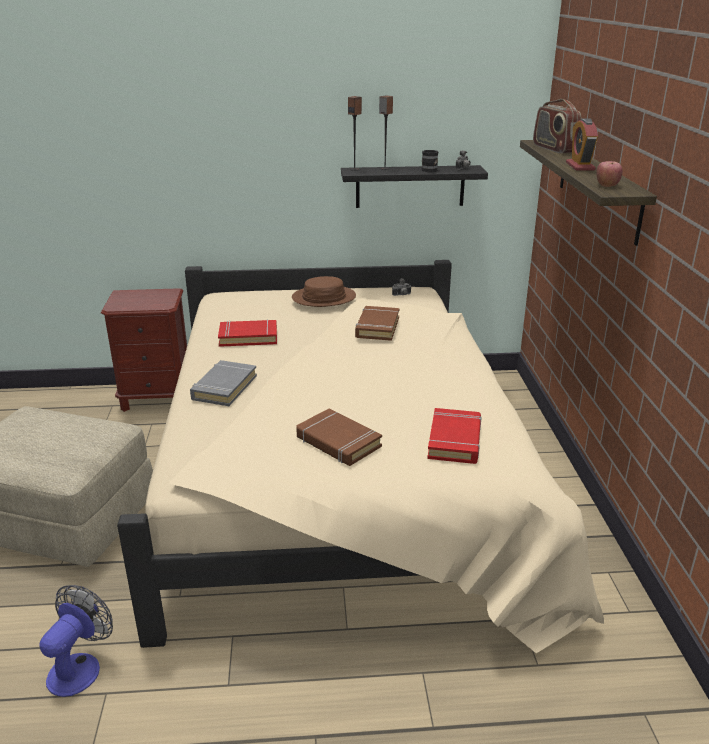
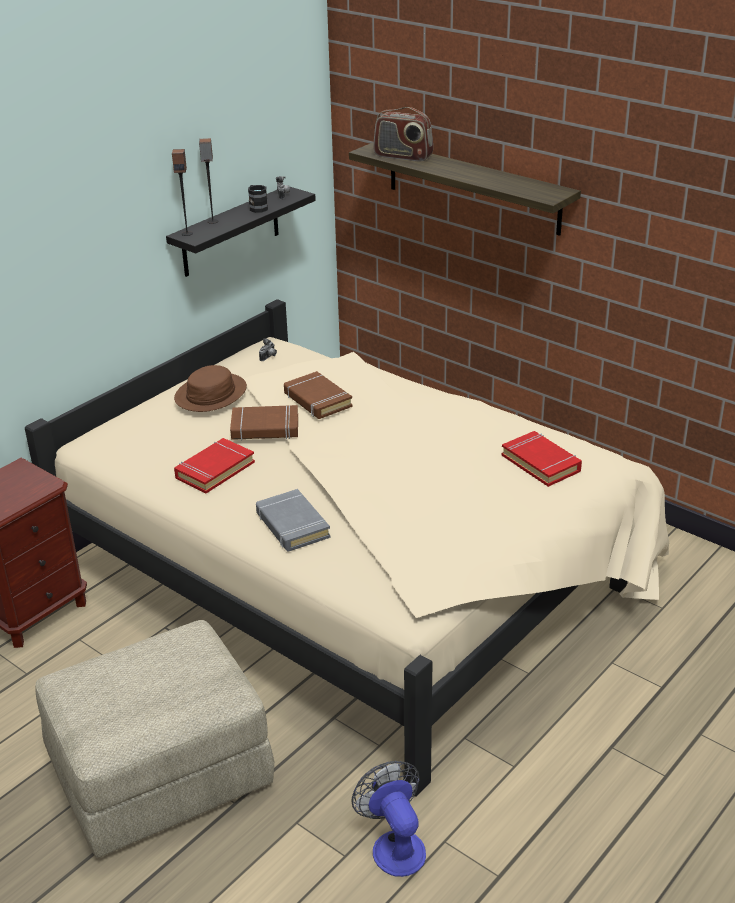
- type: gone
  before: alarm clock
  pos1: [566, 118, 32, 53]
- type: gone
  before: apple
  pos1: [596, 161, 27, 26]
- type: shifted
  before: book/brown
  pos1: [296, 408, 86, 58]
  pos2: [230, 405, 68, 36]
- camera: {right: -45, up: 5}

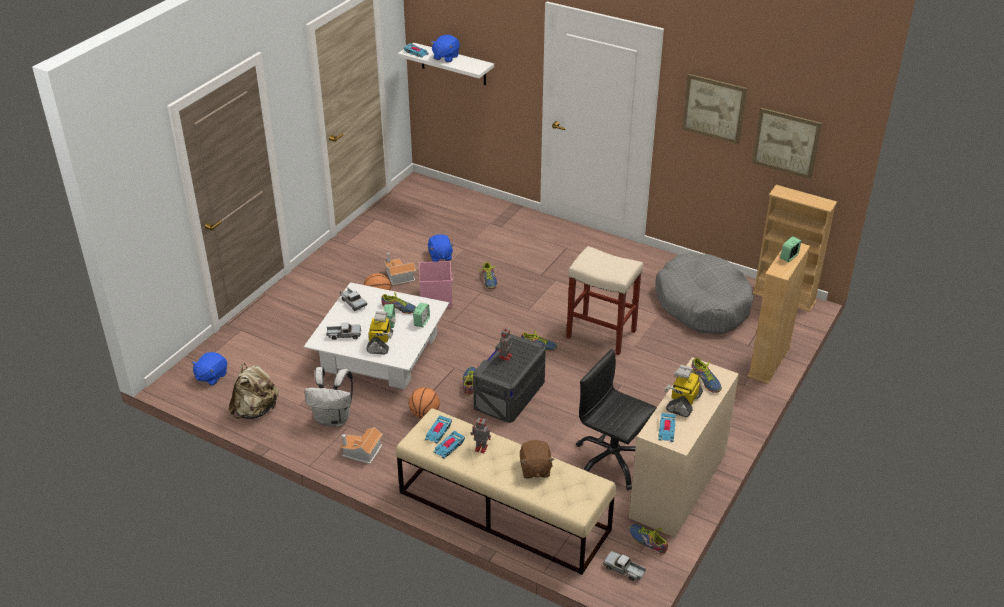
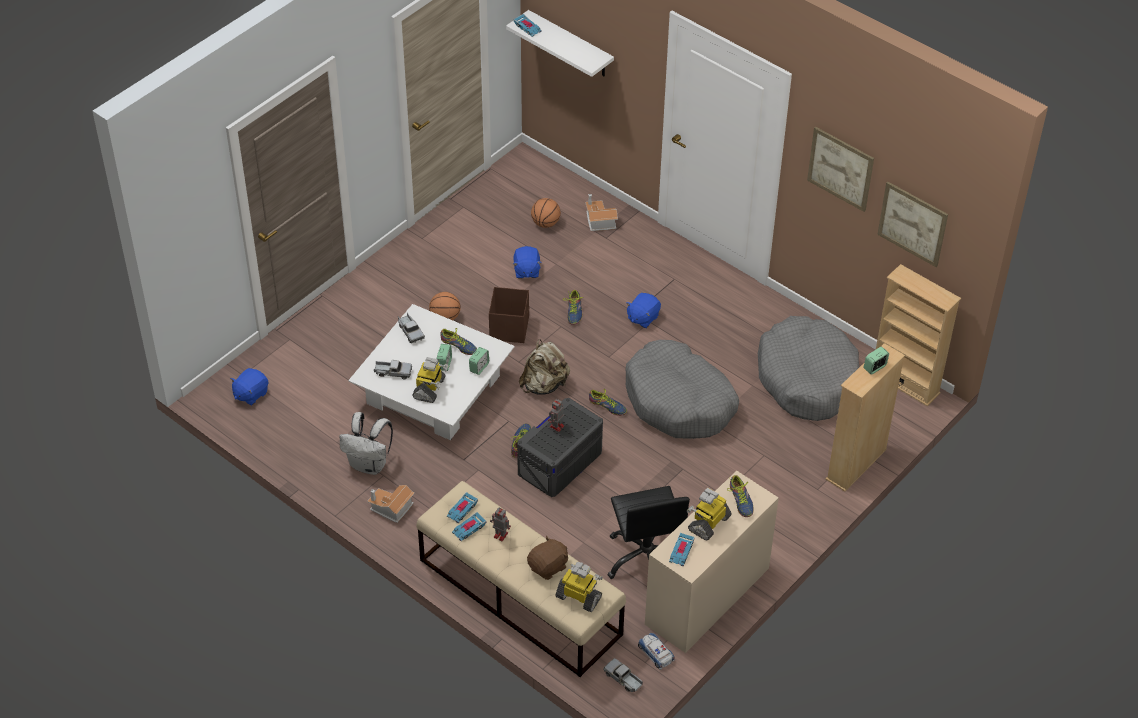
- type: new
  after: toy robot
  pos2: [555, 562, 48, 50]
- type: shifted
  before: backpack/beige
  pos1: [229, 363, 50, 56]
  pos2: [519, 339, 51, 56]
- type: shifted
  before: toy house
  pos1: [384, 253, 32, 32]
  pos2: [585, 194, 33, 37]
- type: shifted
  before: basketball
  pos1: [409, 387, 31, 31]
  pos2: [531, 198, 30, 30]
- type: shifted
  before: plush toy/blue
  pos1: [431, 35, 29, 28]
  pos2: [626, 293, 35, 35]
- type: swapped
  before: stool/beige
  after: dog bed/grey
  pos1: [566, 246, 77, 109]
  pos2: [626, 340, 113, 99]
- type: swapped
  before: shoe
  after: toy car
  pos1: [629, 524, 39, 30]
  pos2: [638, 633, 37, 37]
- type: repainted
  before: storage box/pink
  after: storage box/brown
  pos1: [419, 261, 34, 47]
  pos2: [489, 287, 41, 56]
- type: rotated
  before: plush toy/brown
  pos1: [520, 440, 35, 39]
  pos2: [527, 536, 41, 44]
  turn: -135
- type: rotated
  before: office chair/black
  pos1: [576, 349, 81, 141]
  pos2: [607, 486, 83, 93]
  turn: -150
- camera: {right: 10, up: 10}

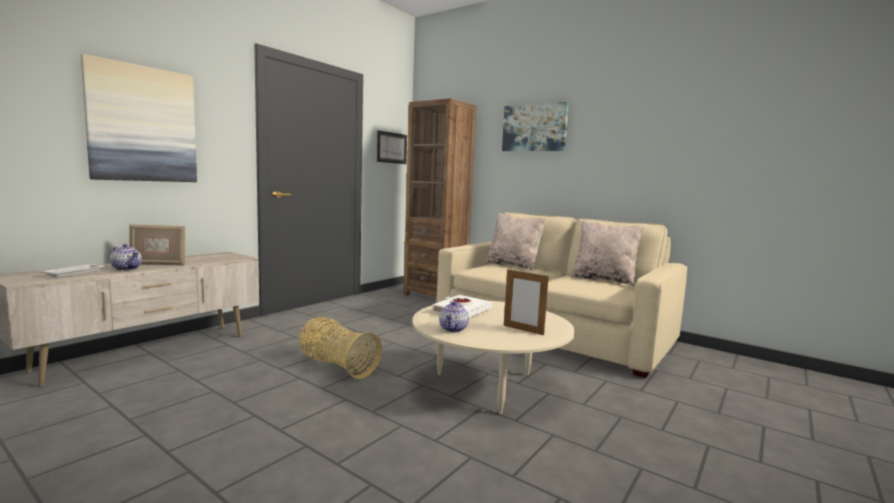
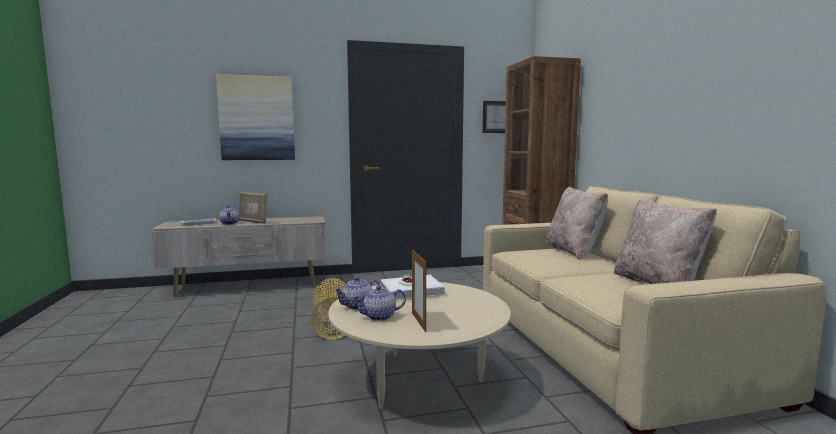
- type: gone
  before: picture
  pos1: [502, 102, 67, 49]
- type: new
  after: teapot
  pos2: [352, 286, 54, 35]
- camera: {right: 40, up: 0}

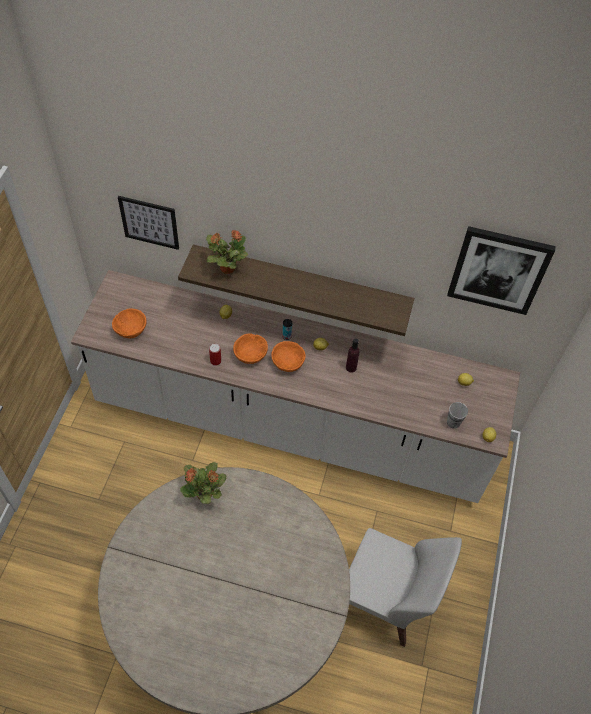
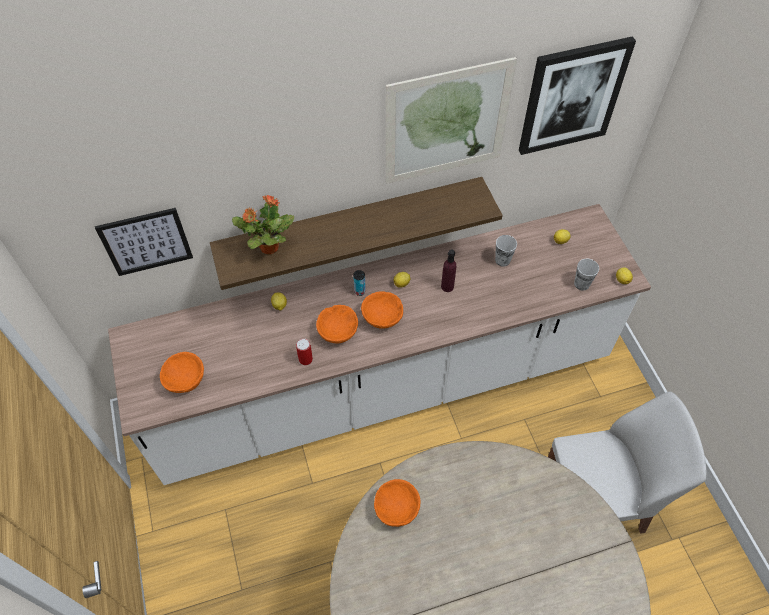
- type: new
  after: picture
  pos2: [386, 57, 131, 127]
- type: new
  after: cup
  pos2: [495, 235, 22, 32]
- type: swapped
  before: potted plant
  after: bowl/orange
  pos1: [180, 462, 47, 42]
  pos2: [374, 479, 47, 48]
- camera: {right: -30, up: 0}

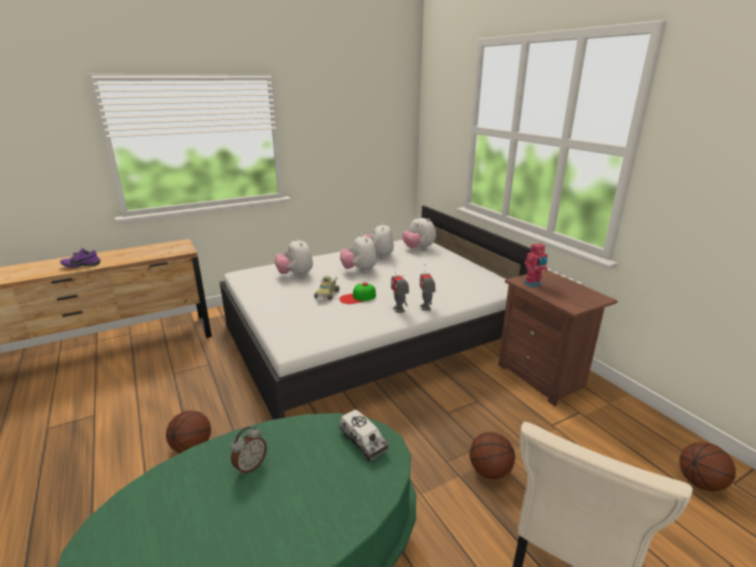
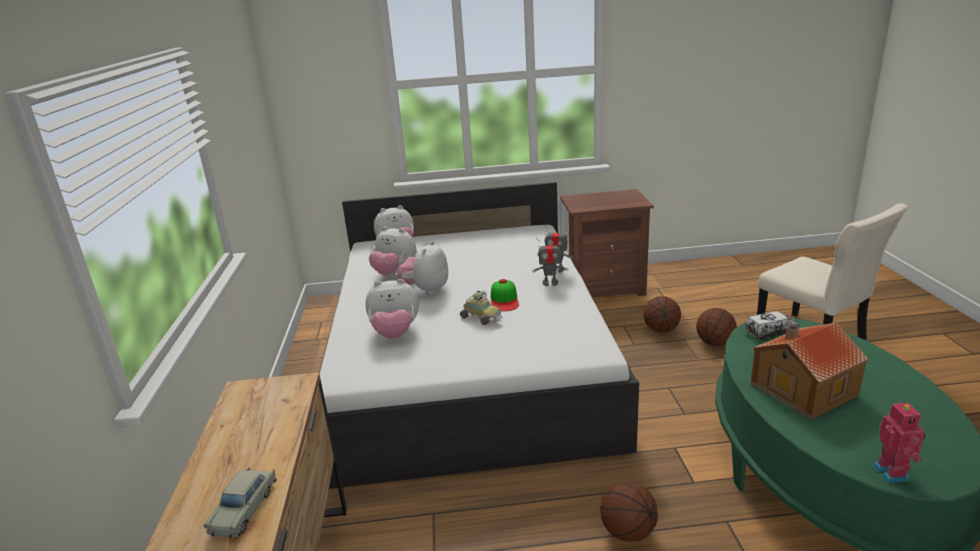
- type: shifted
  before: toy robot
  pos1: [523, 243, 25, 44]
  pos2: [873, 400, 52, 83]
- type: shifted
  before: basketball
  pos1: [679, 442, 57, 49]
  pos2: [643, 296, 38, 37]
- type: swapped
  before: shoe/purple
  after: toy car/beige
  pos1: [60, 248, 40, 20]
  pos2: [204, 467, 73, 71]
- type: swapped
  before: alarm clock
  after: toy house
  pos1: [231, 427, 36, 48]
  pos2: [751, 323, 118, 97]
- type: rotated
  before: plush toy
  pos1: [340, 234, 37, 38]
  pos2: [397, 241, 51, 54]
  turn: 105
- camera: {right: -65, up: 0}

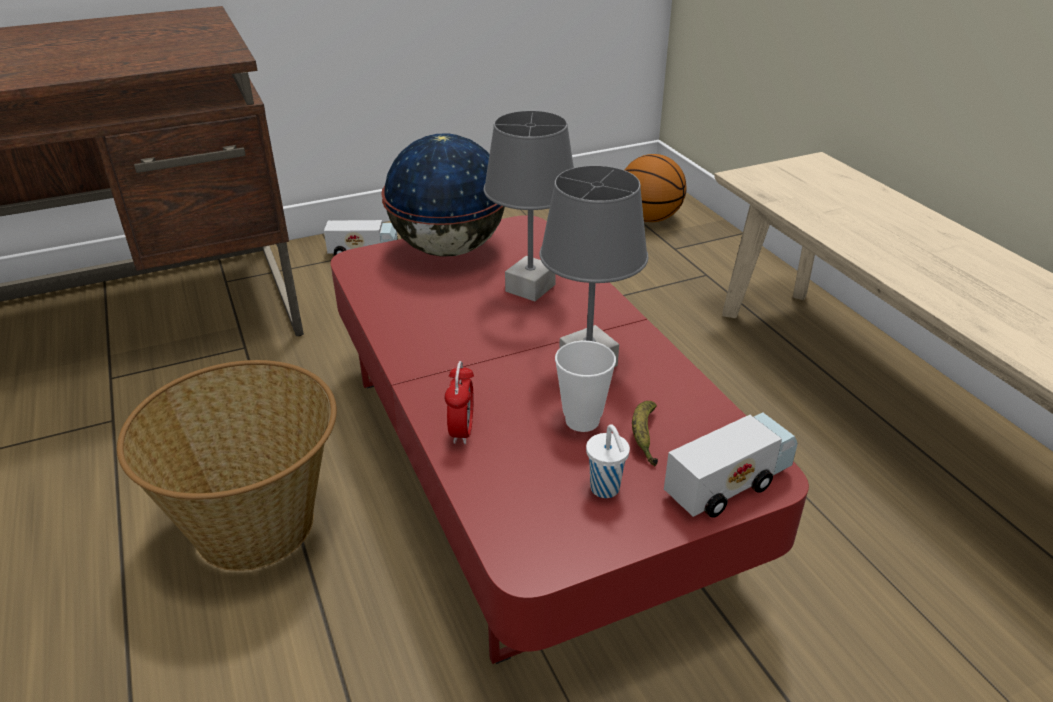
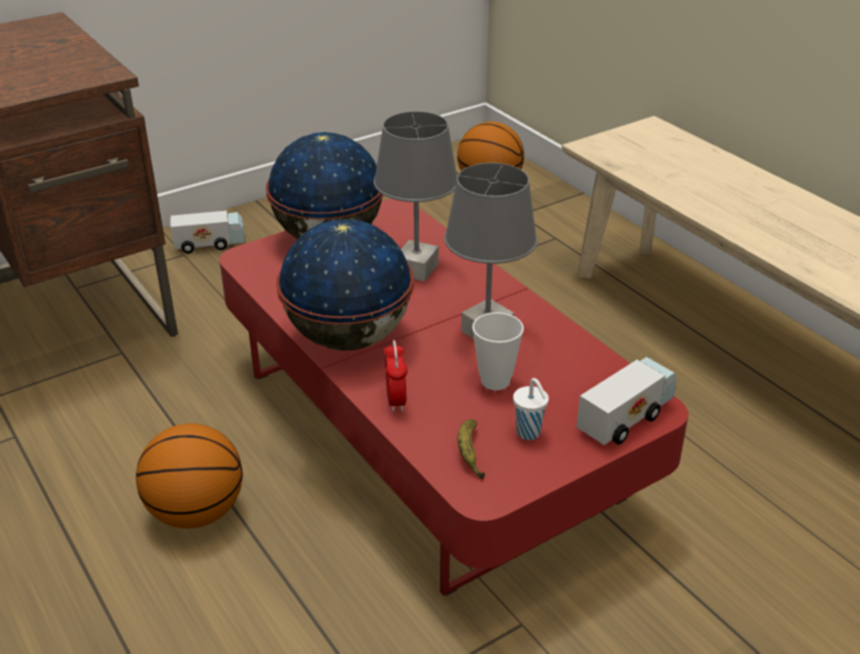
- type: new
  after: globe
  pos2: [276, 219, 138, 132]
- type: shifted
  before: banana
  pos1: [632, 401, 26, 65]
  pos2: [458, 419, 27, 61]
- type: swapped
  before: basket
  after: basketball
  pos1: [117, 360, 220, 211]
  pos2: [136, 423, 107, 106]
- camera: {right: -10, up: 0}

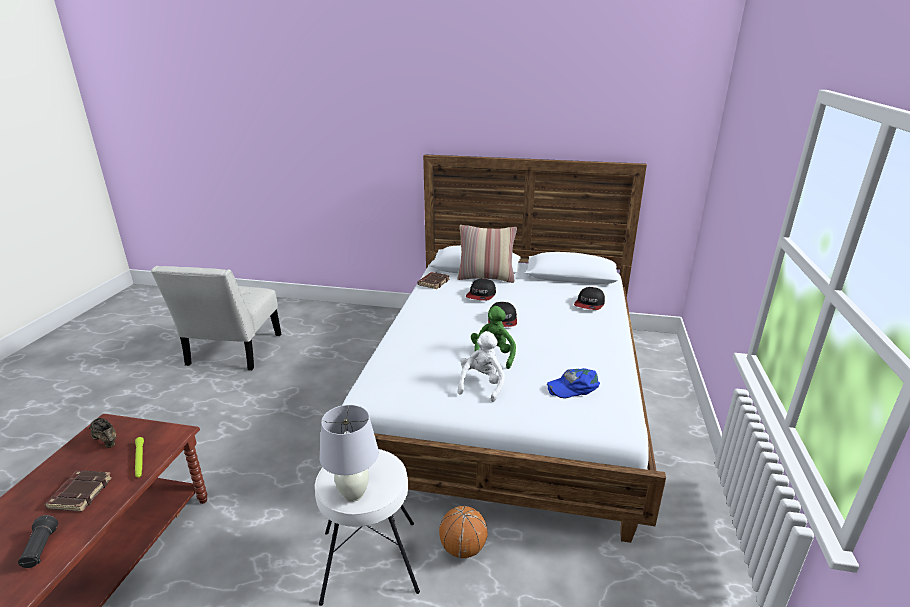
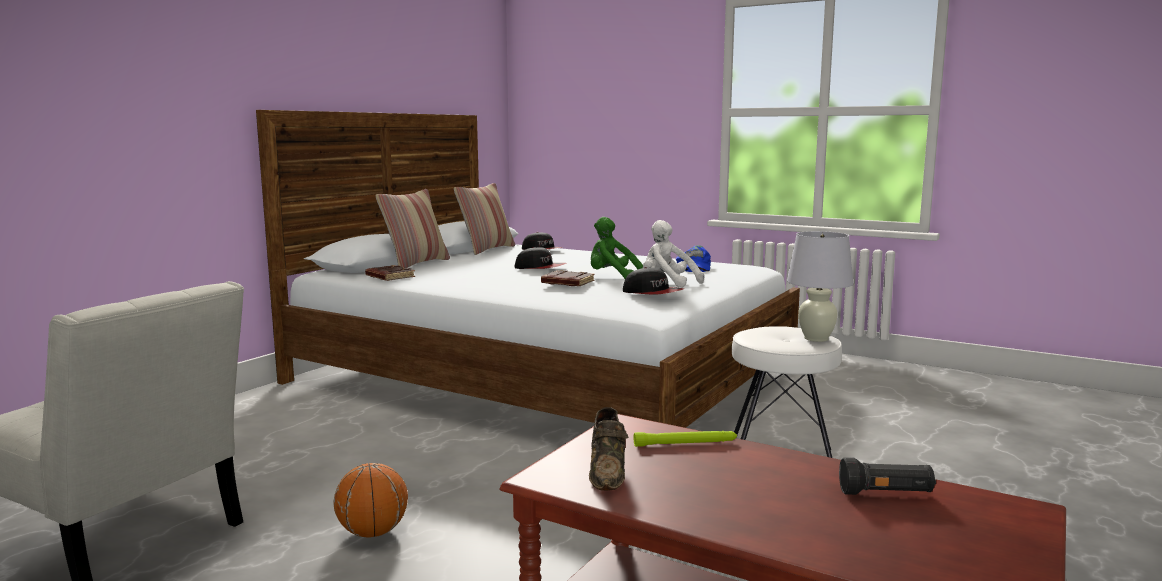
- type: new
  after: pillow
  pos2: [454, 183, 61, 72]
- type: shifted
  before: book/brown
  pos1: [44, 470, 68, 42]
  pos2: [541, 270, 54, 16]
- type: shifted
  before: basketball
  pos1: [439, 506, 49, 52]
  pos2: [334, 463, 74, 74]
- type: shifted
  before: cap
  pos1: [466, 279, 30, 22]
  pos2: [623, 267, 61, 28]
- type: rotated
  before: shoe/brown
  pos1: [88, 418, 29, 30]
  pos2: [589, 407, 39, 84]
  turn: -60
- camera: {right: -70, up: -15}

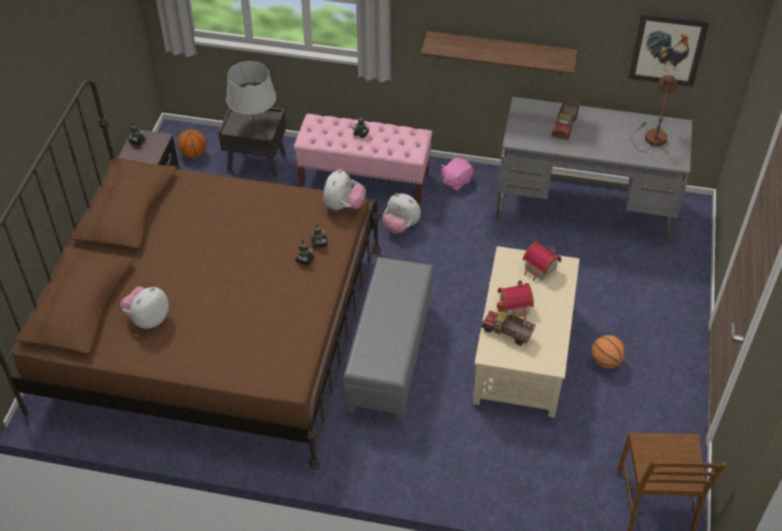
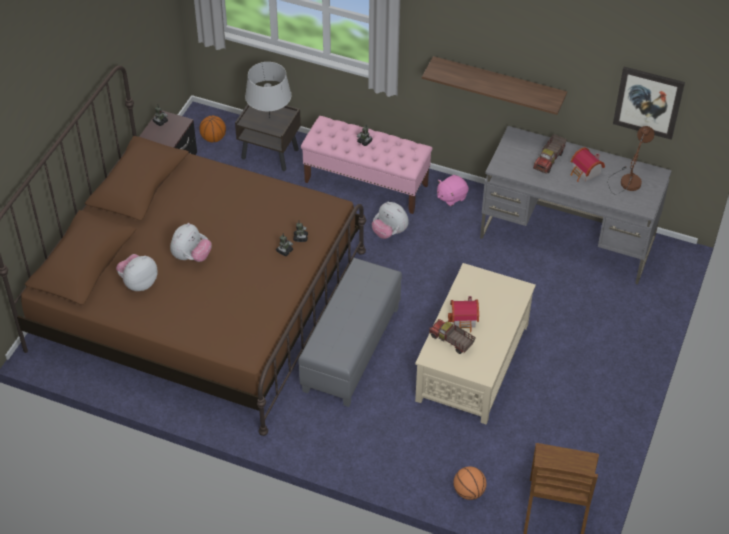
- type: shifted
  before: plush toy
  pos1: [323, 169, 43, 41]
  pos2: [170, 223, 42, 39]
- type: shifted
  before: toy house
  pos1: [523, 241, 39, 40]
  pos2: [571, 147, 34, 35]
- type: shifted
  before: basketball
  pos1: [591, 335, 35, 34]
  pos2: [453, 466, 34, 34]
- camera: {right: 10, up: 0}

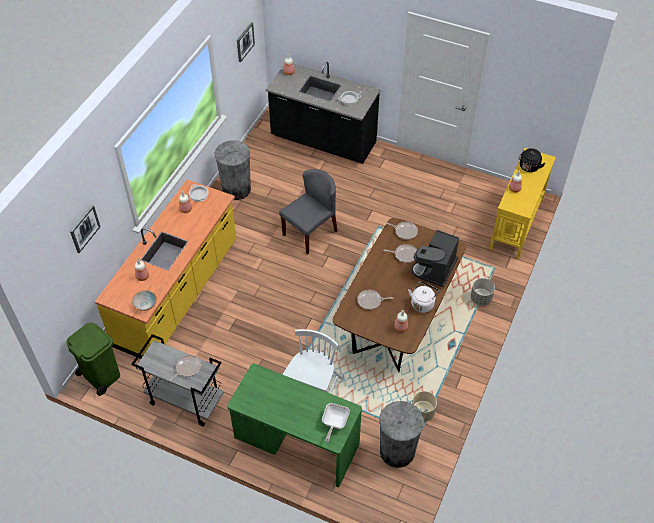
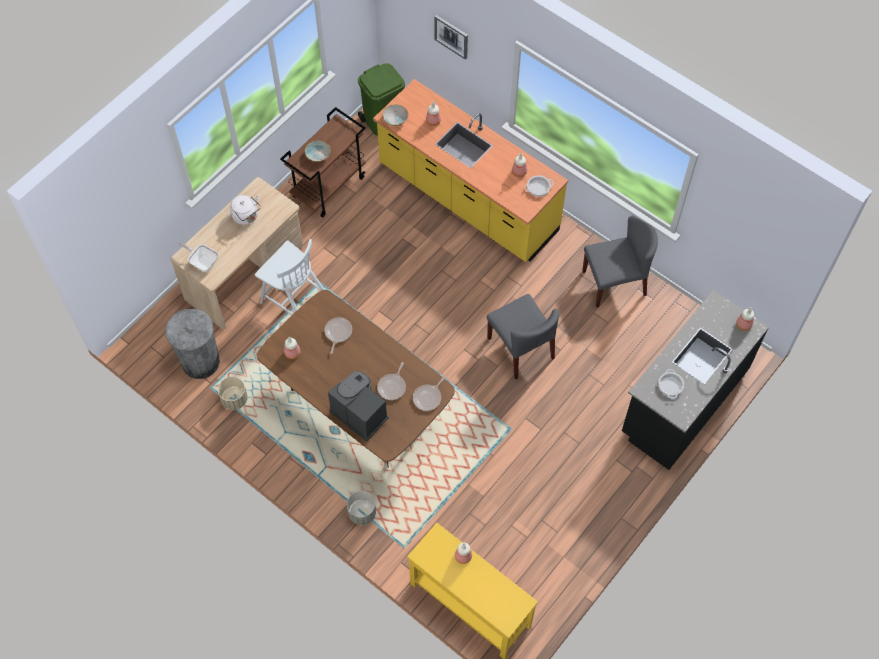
- type: gone
  before: picture
  pos1: [237, 22, 18, 40]
- type: gone
  before: kettle/black
  pos1: [518, 148, 27, 24]
- type: shifted
  before: kettle/white
  pos1: [408, 281, 32, 32]
  pos2: [230, 195, 31, 30]
- type: swapped
  before: frying pan
  after: bowl
  pos1: [169, 355, 32, 26]
  pos2: [305, 140, 26, 22]
- type: swapped
  before: trash can/grey
  after: chair/grey
  pos1: [215, 140, 36, 60]
  pos2: [582, 215, 76, 93]
- type: repainted
  before: cart/grey
  after: cart/brown
  pos1: [131, 334, 93, 92]
  pos2: [280, 107, 86, 111]
- type: repainted
  before: desk/green
  after: desk/beige
  pos1: [227, 363, 135, 124]
  pos2: [170, 177, 133, 153]
- camera: {right: 105, up: 10}

